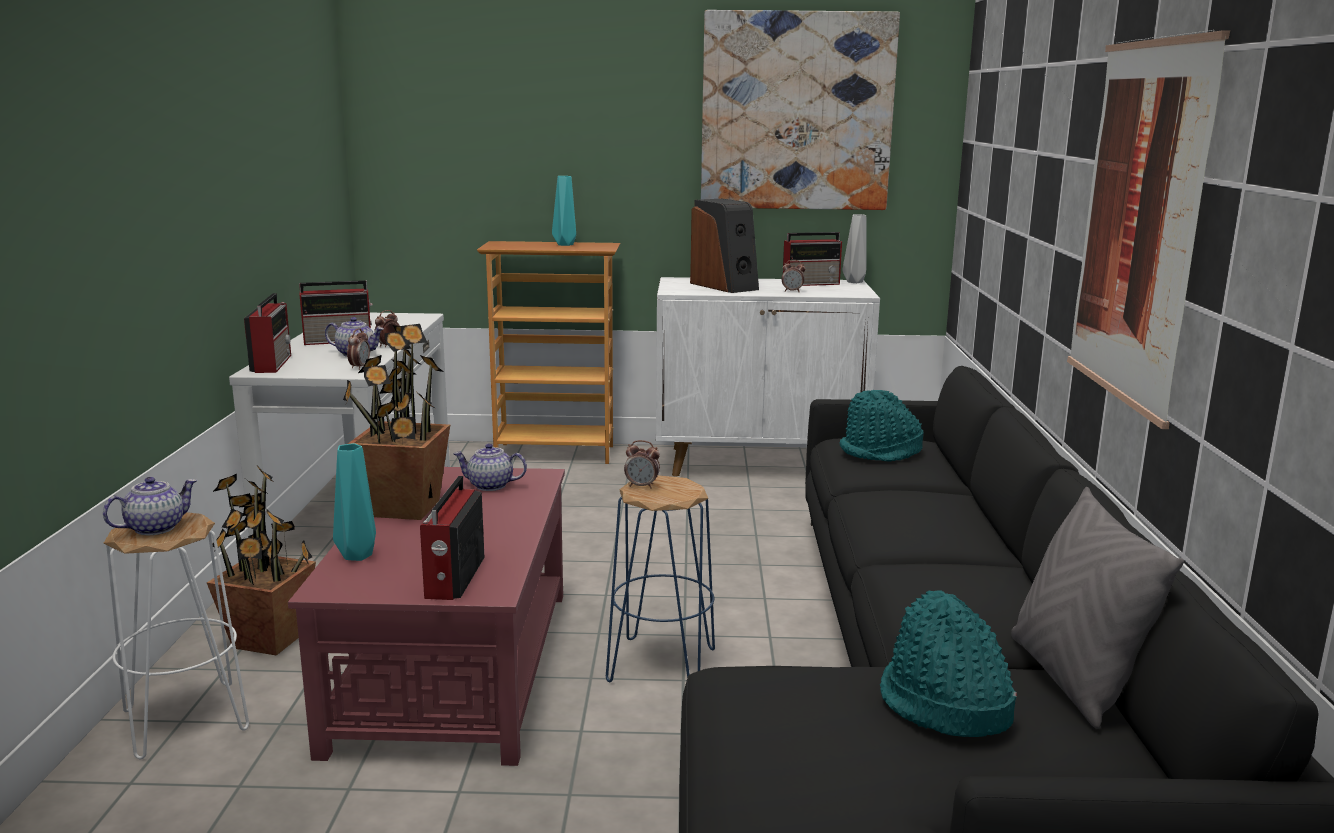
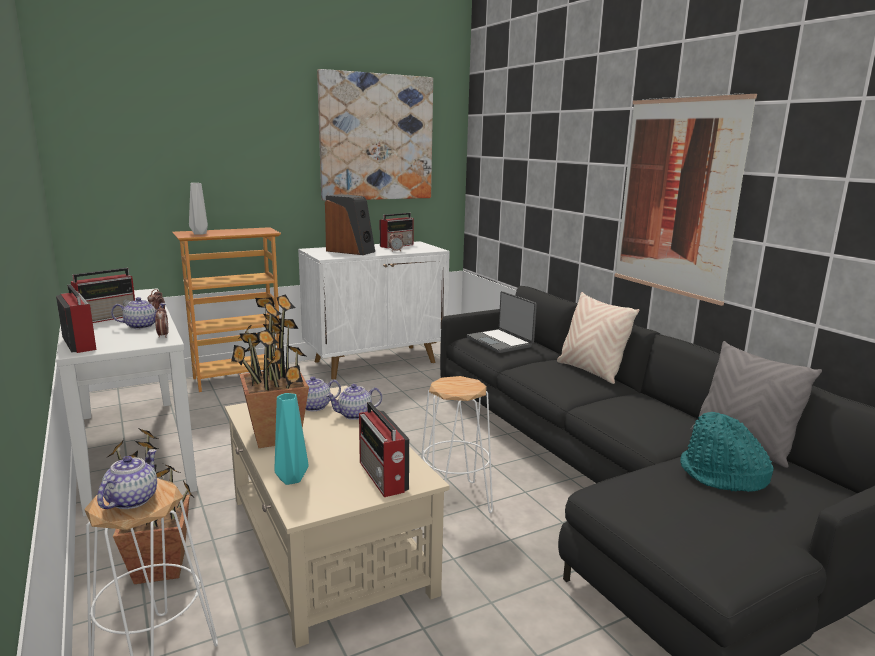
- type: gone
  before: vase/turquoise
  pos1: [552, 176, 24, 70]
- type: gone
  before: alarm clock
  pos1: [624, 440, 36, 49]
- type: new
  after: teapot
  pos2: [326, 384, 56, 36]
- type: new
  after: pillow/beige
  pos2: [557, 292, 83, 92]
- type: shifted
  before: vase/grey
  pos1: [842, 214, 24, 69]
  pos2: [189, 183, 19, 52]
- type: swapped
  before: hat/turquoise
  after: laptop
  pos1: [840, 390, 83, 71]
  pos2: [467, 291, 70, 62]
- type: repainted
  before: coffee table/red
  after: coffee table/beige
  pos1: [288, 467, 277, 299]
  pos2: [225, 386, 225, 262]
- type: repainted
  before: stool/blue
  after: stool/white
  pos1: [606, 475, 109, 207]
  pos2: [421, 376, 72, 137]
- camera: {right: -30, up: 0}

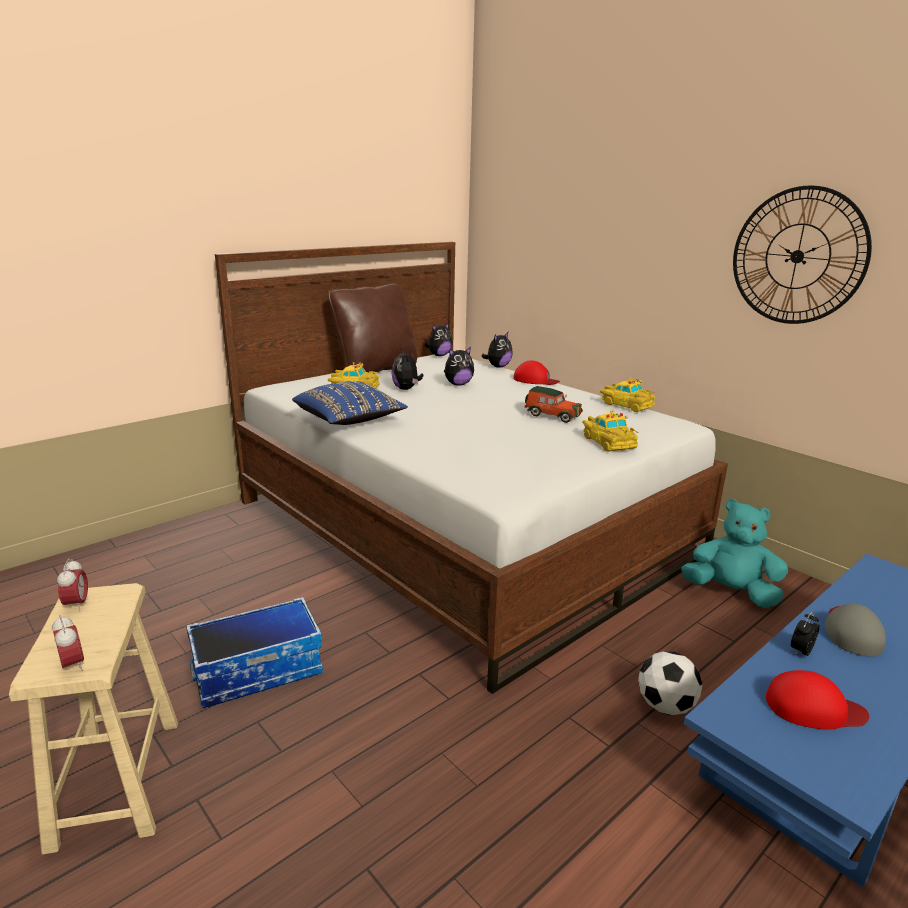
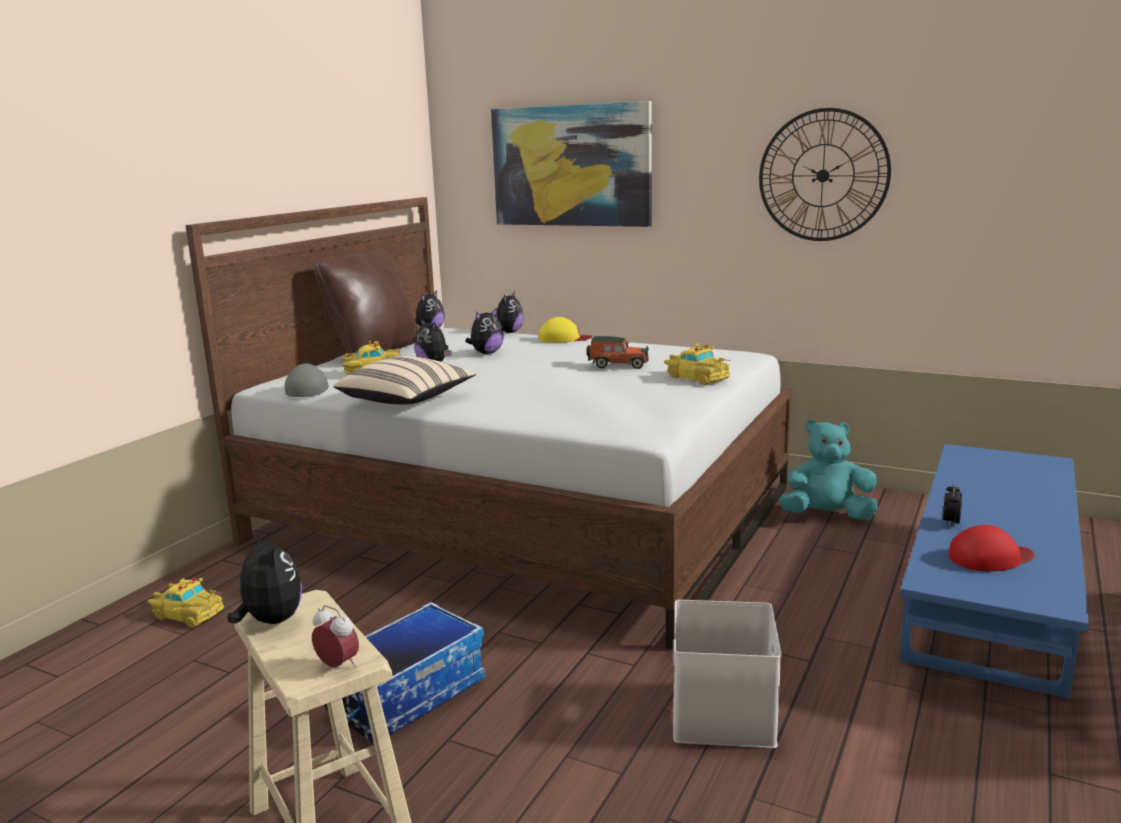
- type: gone
  before: football
  pos1: [638, 651, 65, 64]
- type: new
  after: picture
  pos2: [491, 101, 161, 126]
- type: new
  after: storage box/white
  pos2: [673, 600, 109, 148]
- type: shifted
  before: toy car/yellow
  pos1: [600, 377, 57, 35]
  pos2: [147, 578, 77, 50]
- type: shifted
  before: cap/grey
  pos1: [825, 604, 61, 52]
  pos2: [285, 363, 44, 34]
- type: swapped
  before: alarm clock
  after: plush toy
  pos1: [57, 559, 31, 52]
  pos2: [227, 531, 75, 93]
- type: repainted
  before: pillow/blue
  after: pillow/beige
  pos1: [292, 381, 116, 44]
  pos2: [334, 356, 142, 49]
- type: repainted
  before: cap/red
  after: cap/yellow
  pos1: [513, 360, 47, 25]
  pos2: [539, 317, 53, 25]
- camera: {right: -20, up: -5}

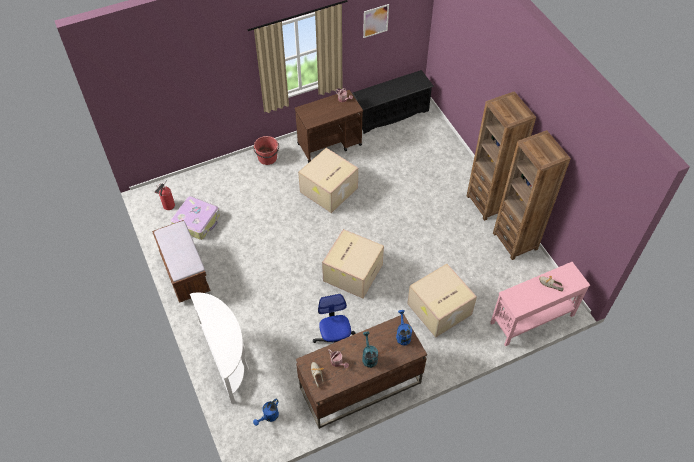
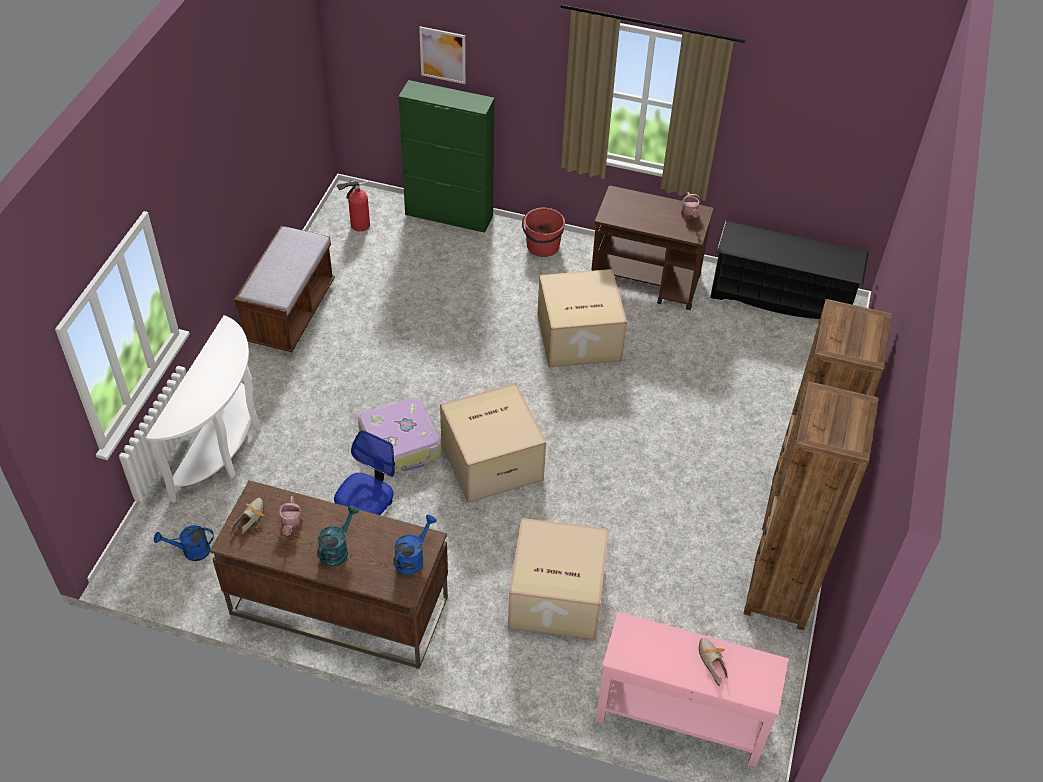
- type: new
  after: cabinet/green
  pos2: [398, 80, 97, 153]
- type: shifted
  before: suitcase
  pos1: [171, 196, 49, 44]
  pos2: [358, 397, 84, 79]
- type: shifted
  before: picture
  pos1: [363, 4, 26, 34]
  pos2: [419, 26, 47, 58]
- camera: {right: 40, up: -5}

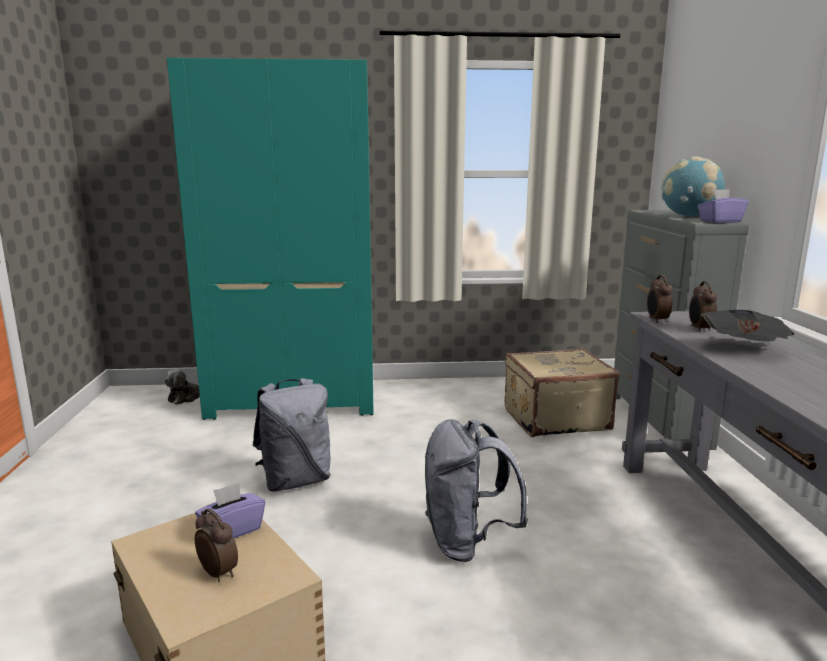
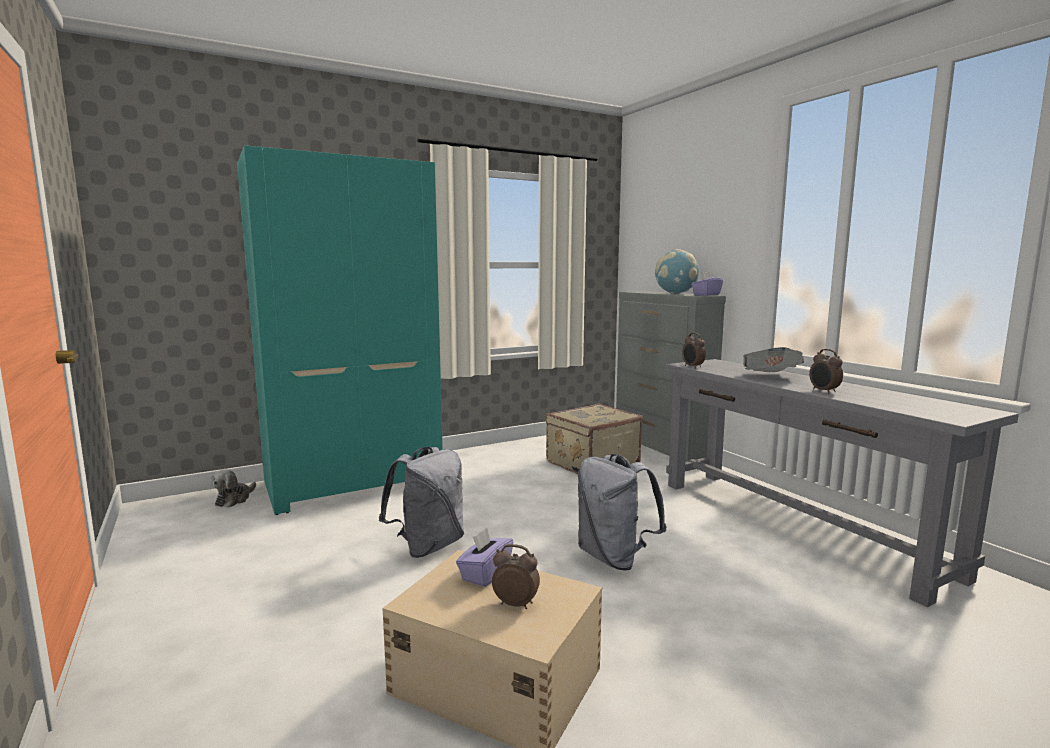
- type: shifted
  before: alarm clock
  pos1: [689, 281, 28, 51]
  pos2: [809, 349, 34, 44]
- camera: {right: -25, up: -5}

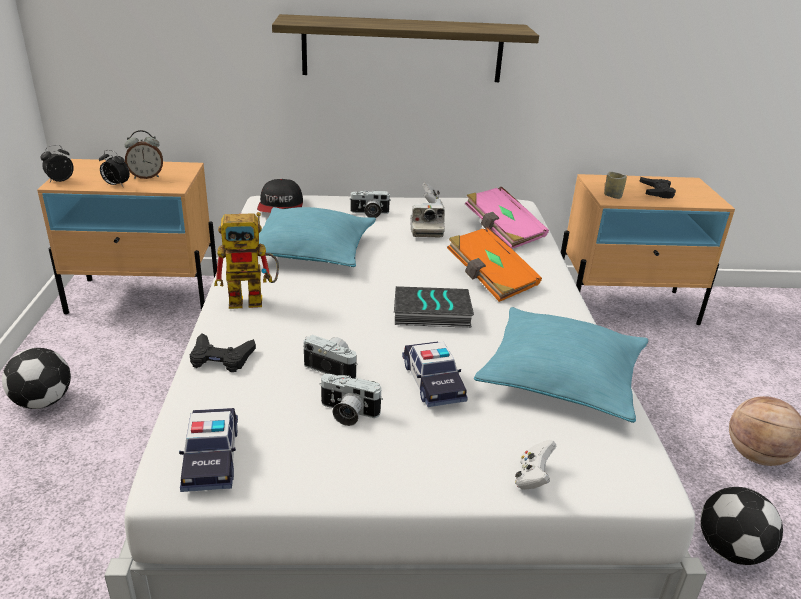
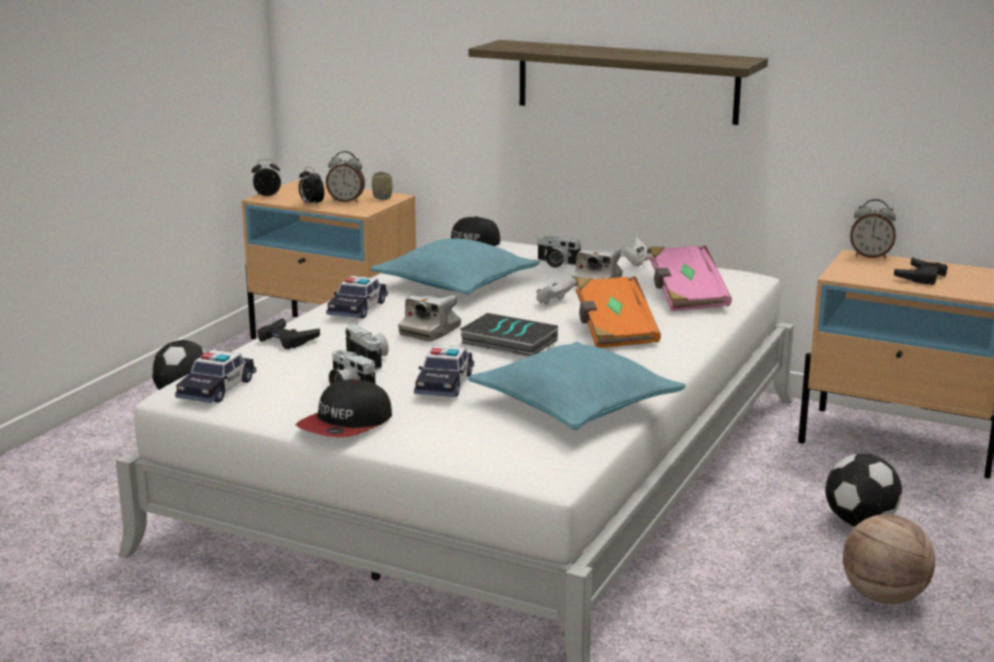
- type: new
  after: cap
  pos2: [296, 379, 96, 58]
- type: new
  after: photo camera
  pos2: [398, 295, 63, 46]
- type: new
  after: alarm clock
  pos2: [850, 199, 46, 59]
- type: shifted
  before: game controller/white
  pos1: [515, 440, 41, 50]
  pos2: [536, 278, 40, 26]
- type: shifted
  before: cup
  pos1: [604, 172, 23, 27]
  pos2: [372, 172, 21, 28]
- type: shifted
  before: football
  pos1: [700, 487, 83, 78]
  pos2: [825, 453, 77, 74]
- type: swapped
  before: toy robot
  after: toy car
  pos1: [214, 212, 65, 97]
  pos2: [326, 276, 62, 42]
- camera: {right: 30, up: -10}

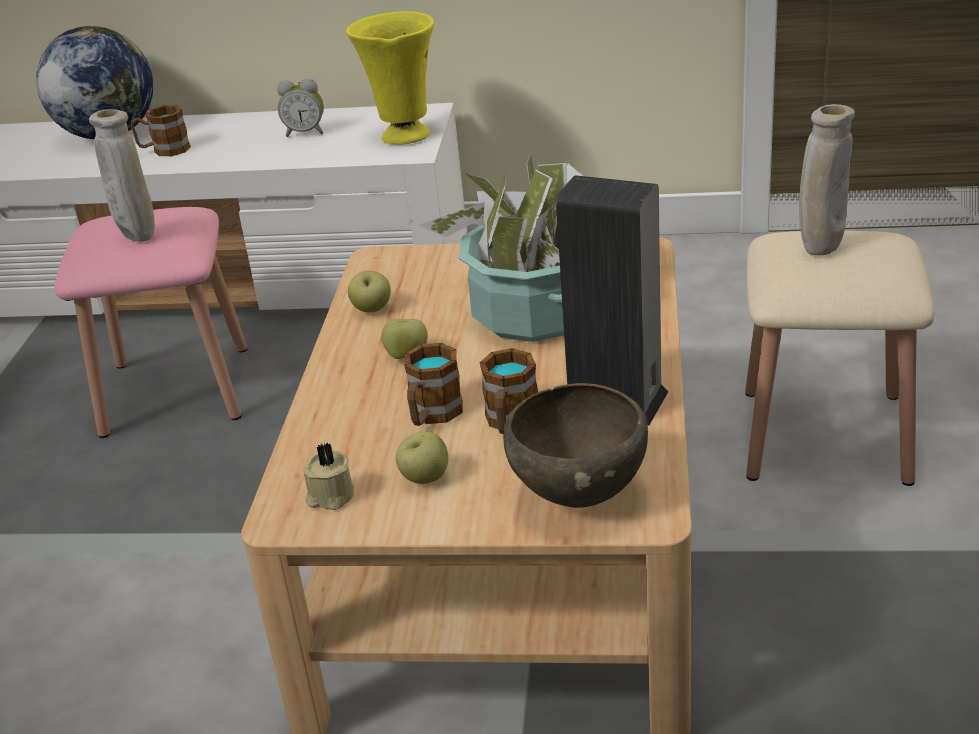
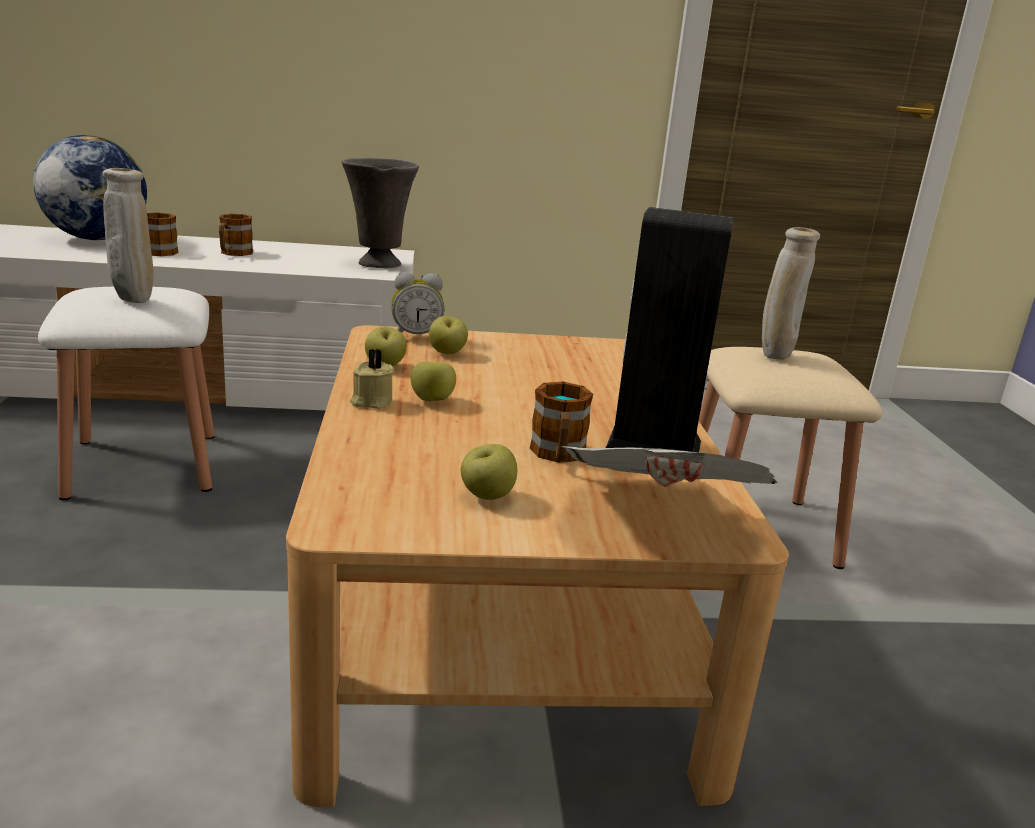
- type: gone
  before: potted plant
  pos1: [418, 154, 165, 188]
- type: new
  after: apple
  pos2: [429, 316, 39, 38]
- type: shifted
  before: alarm clock
  pos1: [277, 79, 47, 58]
  pos2: [391, 272, 53, 62]
- type: shifted
  before: candle/beige
  pos1: [303, 442, 51, 68]
  pos2: [350, 349, 44, 60]
- type: shifted
  before: mug
  pos1: [404, 343, 59, 83]
  pos2: [219, 214, 34, 42]
- type: swapped
  before: bowl/brown
  after: newspaper
  pos1: [503, 383, 145, 125]
  pos2: [561, 446, 217, 41]
- type: repainted
  before: stool/pink
  after: stool/white
  pos1: [54, 207, 193, 231]
  pos2: [38, 287, 177, 213]
- type: repainted
  before: vase/yellow
  after: vase/grey
  pos1: [346, 11, 88, 134]
  pos2: [341, 158, 78, 110]
- camera: {right: -15, up: -10}

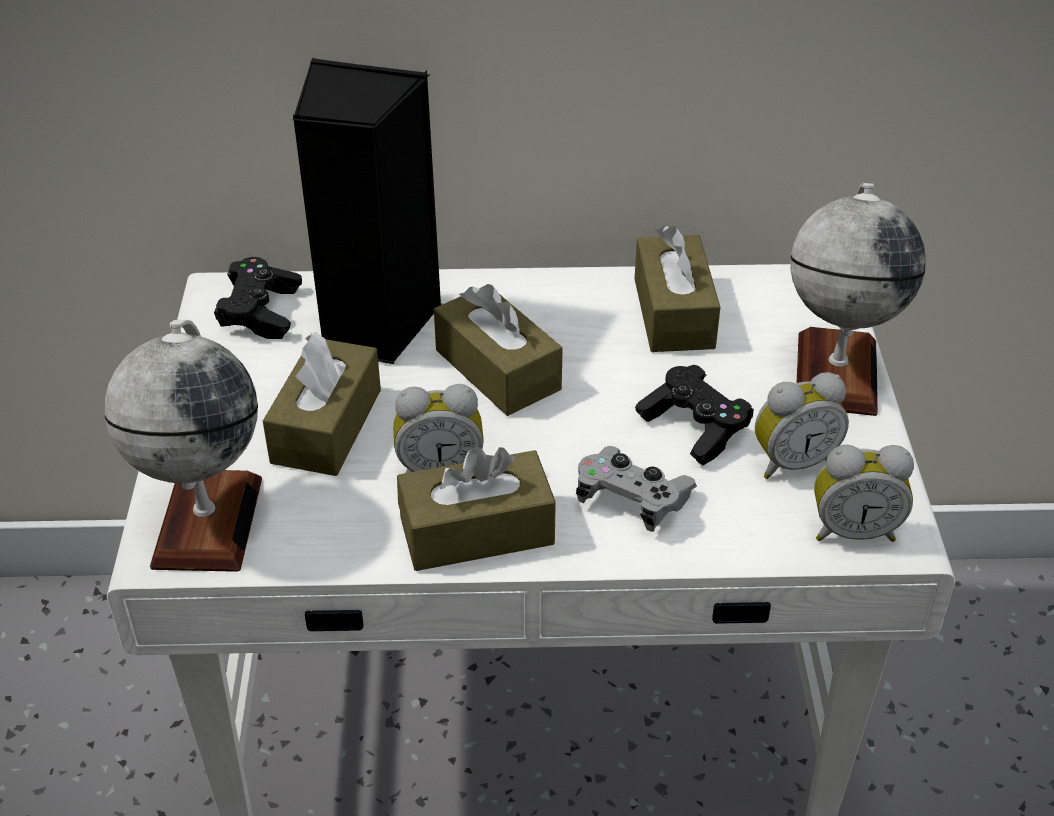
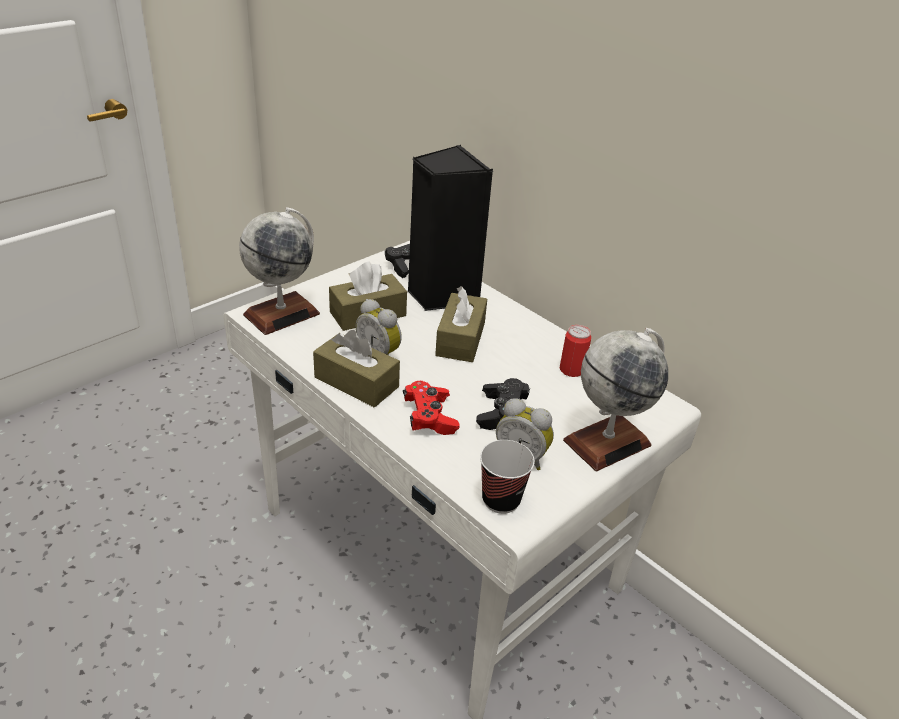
- type: swapped
  before: tissue box/brown
  after: can
  pos1: [634, 226, 87, 126]
  pos2: [559, 325, 32, 52]
- type: swapped
  before: alarm clock
  after: cup
  pos1: [814, 445, 100, 97]
  pos2: [480, 440, 55, 74]
- type: repainted
  before: game controller/grey
  after: game controller/red
  pos1: [576, 446, 121, 86]
  pos2: [403, 381, 57, 54]
- camera: {right: 45, up: -5}

